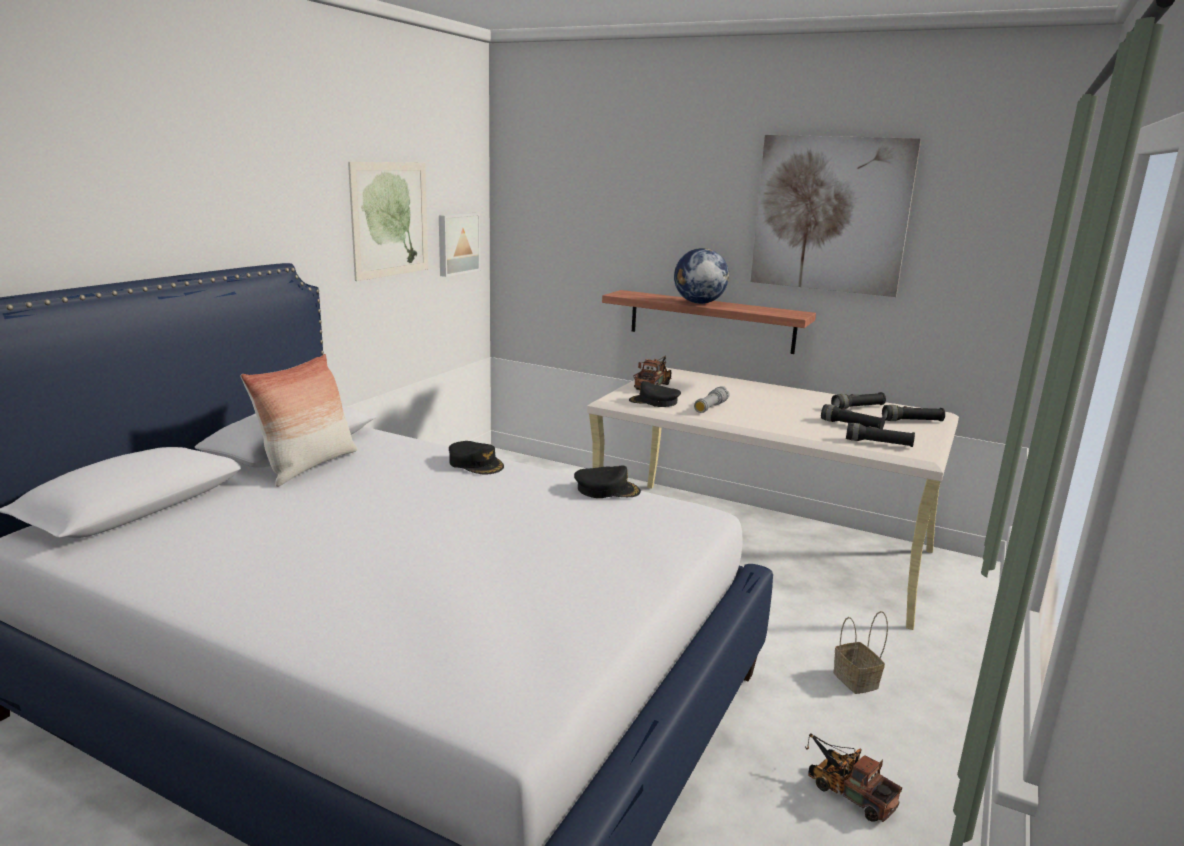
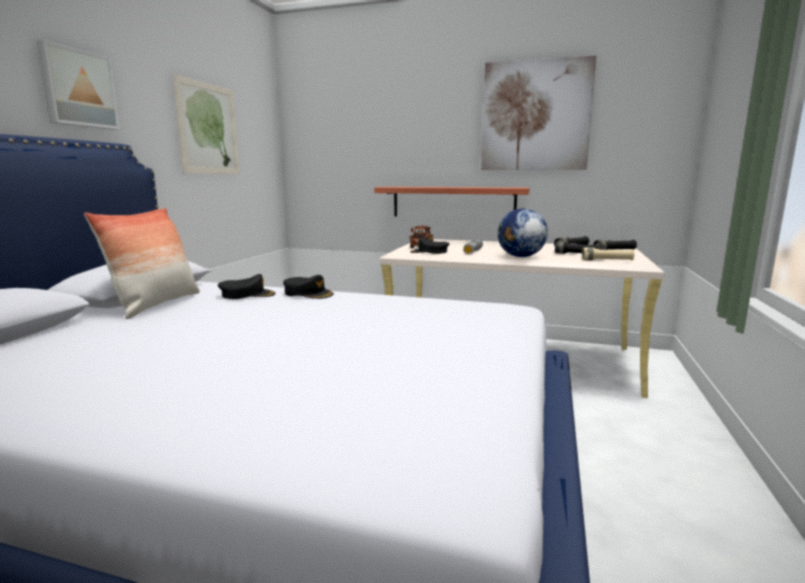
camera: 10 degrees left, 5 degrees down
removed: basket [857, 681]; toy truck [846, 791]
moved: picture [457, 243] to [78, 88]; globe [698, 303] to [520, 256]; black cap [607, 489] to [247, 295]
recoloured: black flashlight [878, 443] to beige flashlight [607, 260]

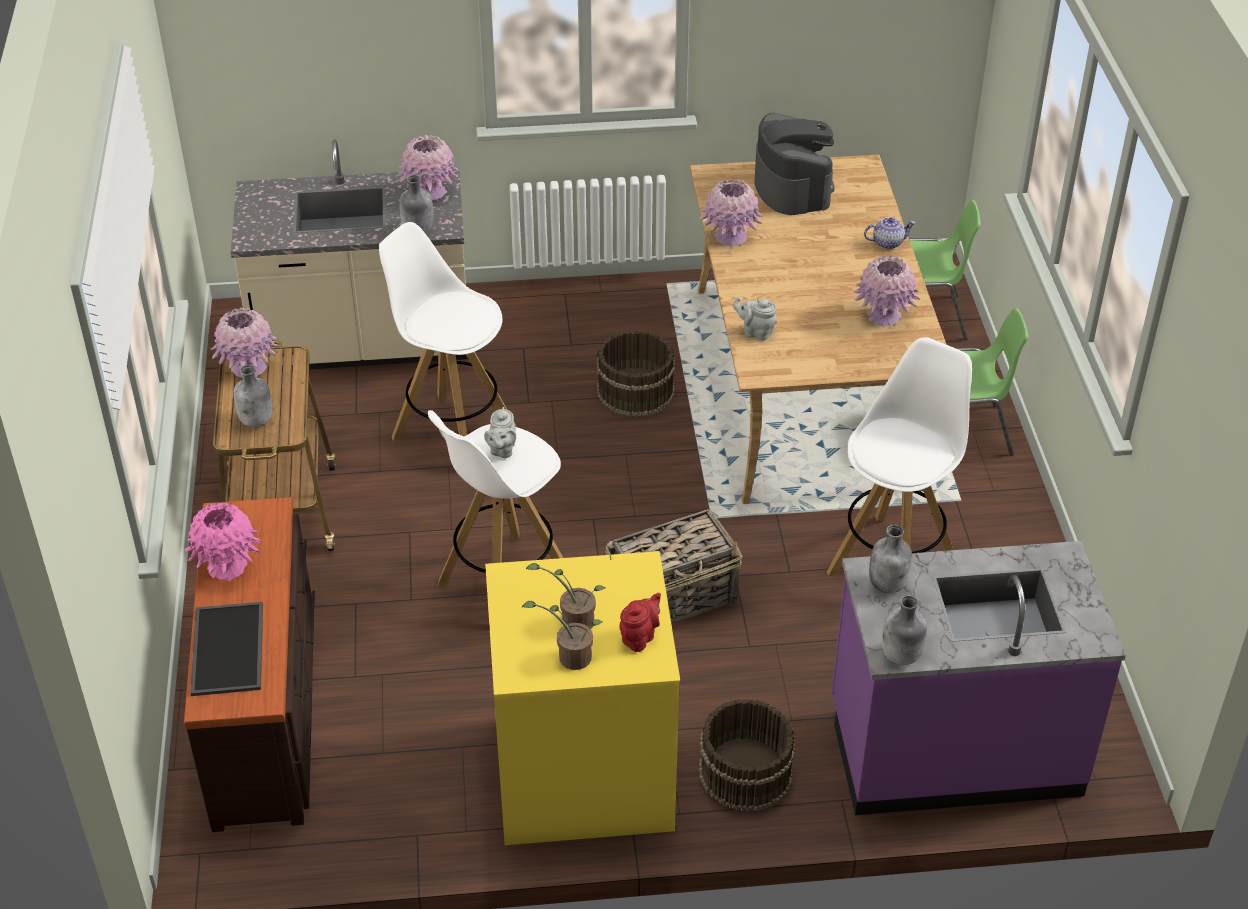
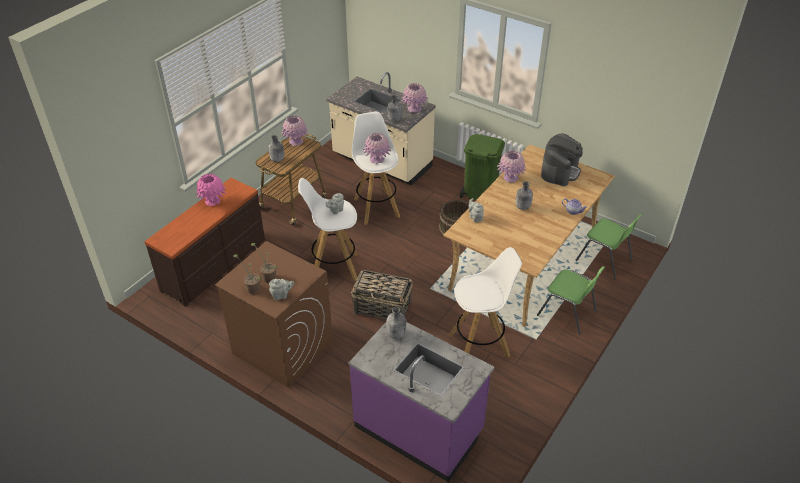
camera: 40 degrees right, 0 degrees up
removed: tray [226, 648]; brown bucket [744, 773]
added: green trash can [479, 193]
moved: pink vase [883, 316] to [377, 159]; grey bottle [901, 656] to [522, 207]
recoloured: yellow washing machine [581, 774] to brown washing machine [282, 347]; red teapot [640, 637] to grey teapot [281, 295]

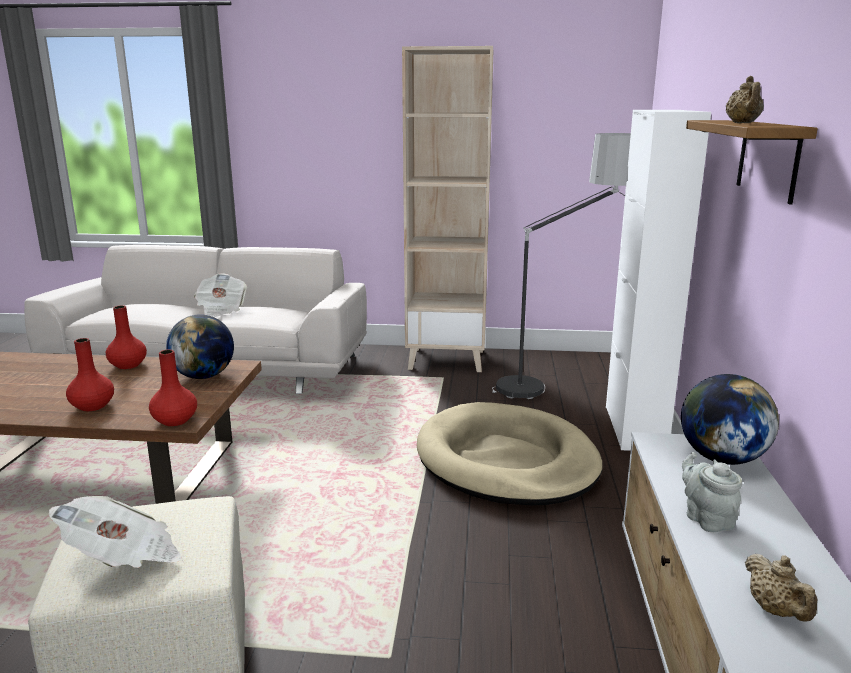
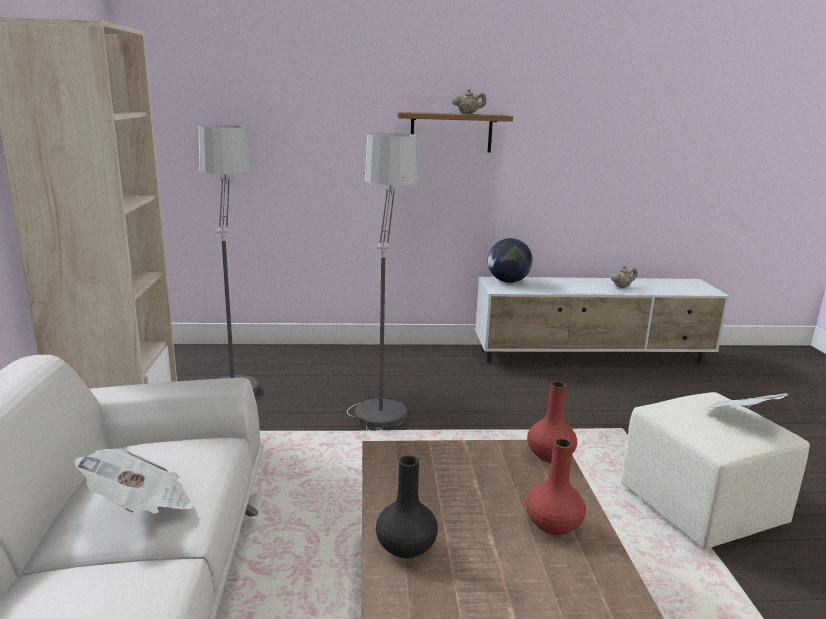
camera: 100 degrees left, 0 degrees up
removed: white cabinet [634, 428]; globe [204, 376]; grey teapot [706, 518]
replaced: beige dog bed [506, 461] to floor lamp [382, 398]
recoloured: red vase [128, 365] to black vase [406, 546]

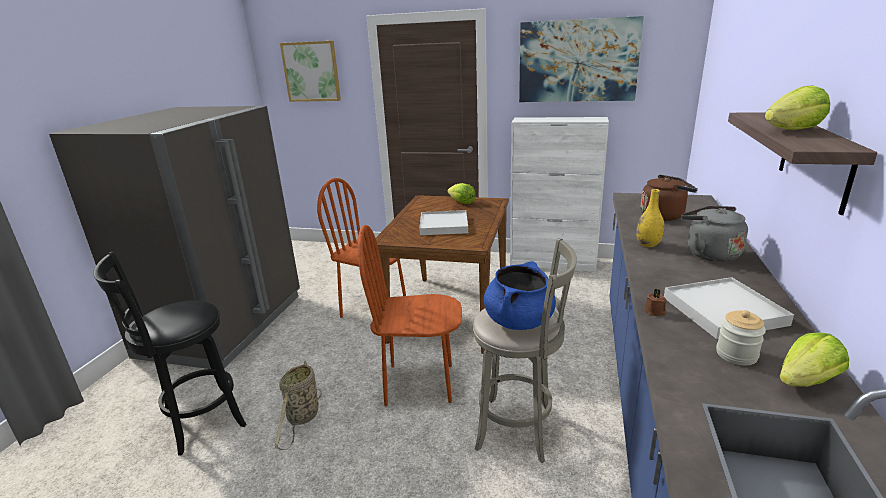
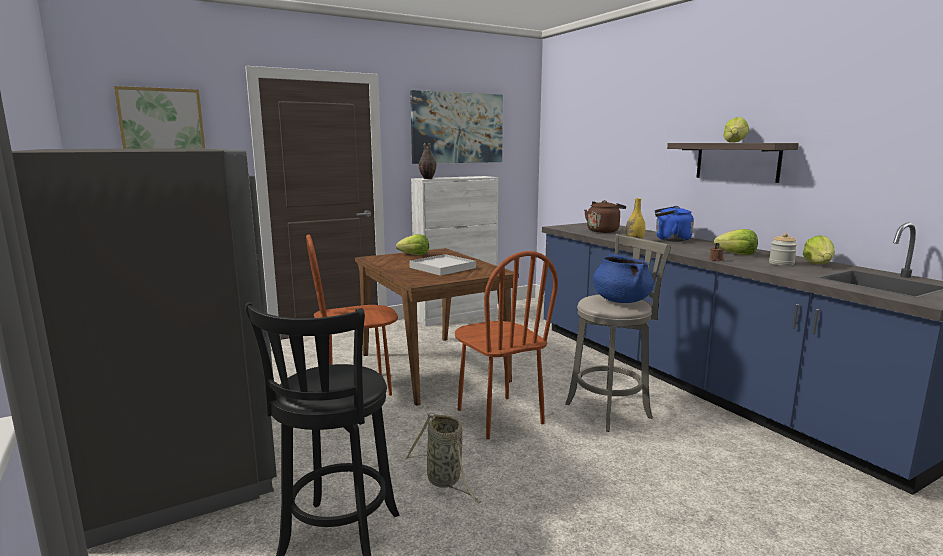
camera: 45 degrees left, 10 degrees down
added: vase [427, 179]
replaced: white tray [723, 311] to lettuce [737, 254]
recoloured: grey kettle [709, 253] to blue kettle [670, 239]
turned: brown chair [419, 383] = [499, 416] 75 degrees counterclockwise

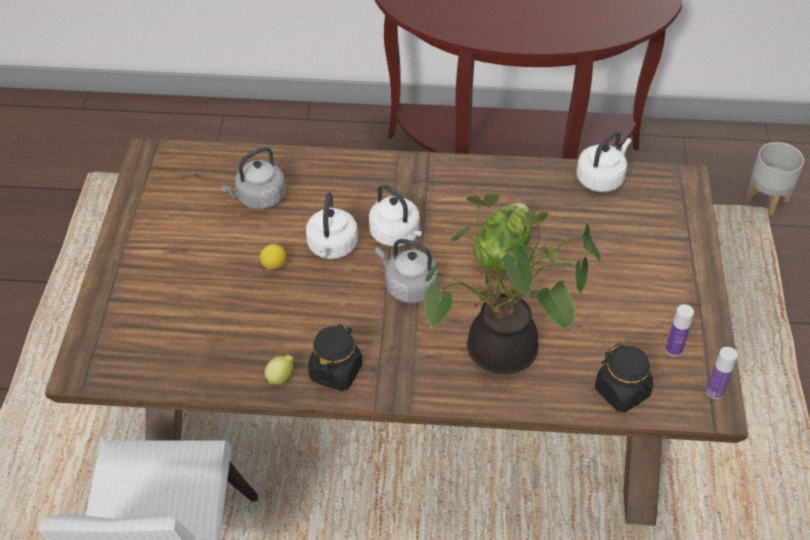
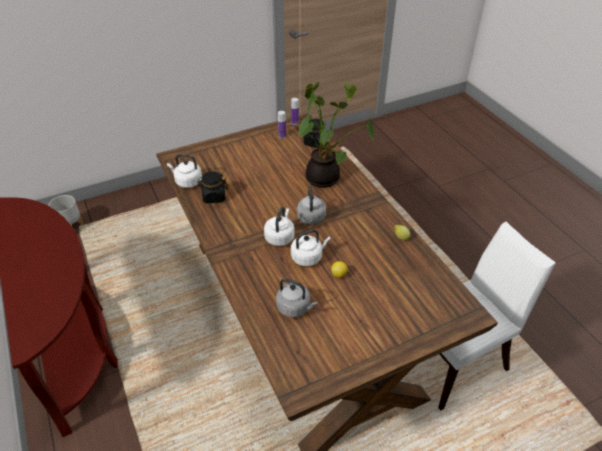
camera: 120 degrees left, 5 degrees down
removed: lettuce [502, 252]
moved: black jar [336, 371] to [214, 197]

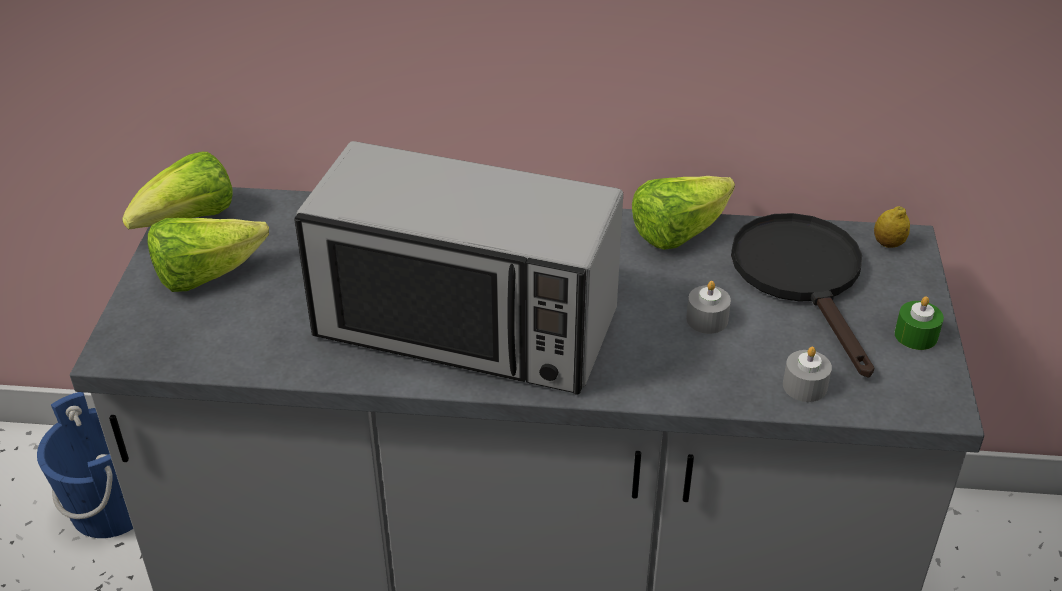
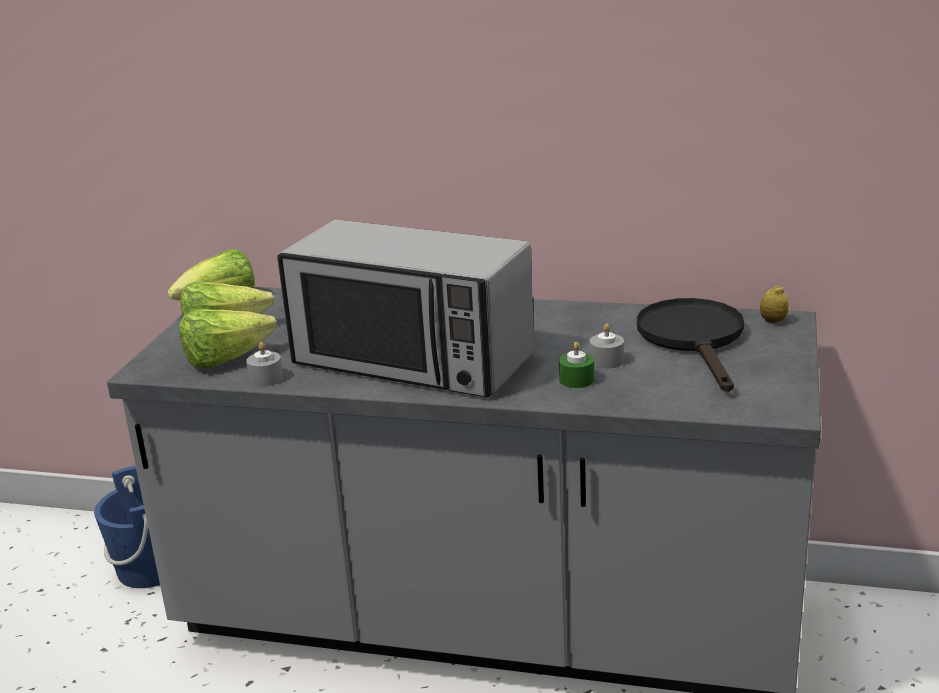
camera: 10 degrees right, 15 degrees down
moved: lettuce [678, 232] to [225, 360]; green candle [916, 335] to [576, 380]; grey candle [804, 386] to [266, 378]

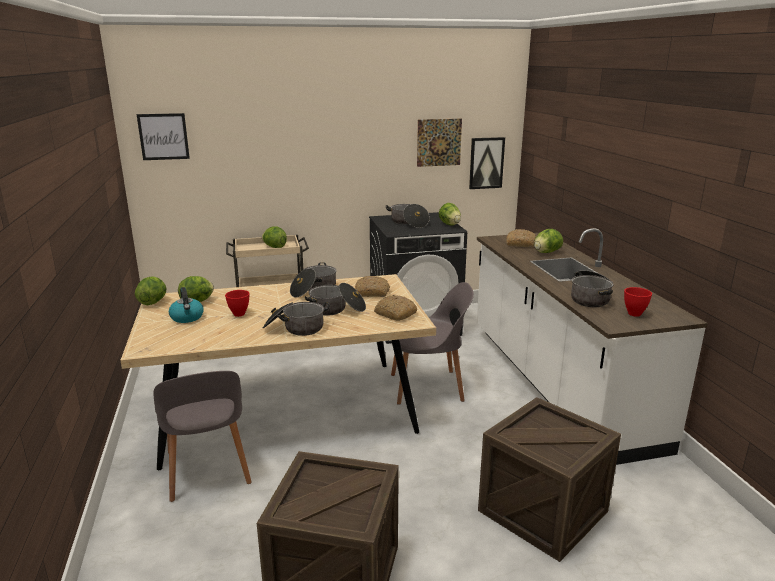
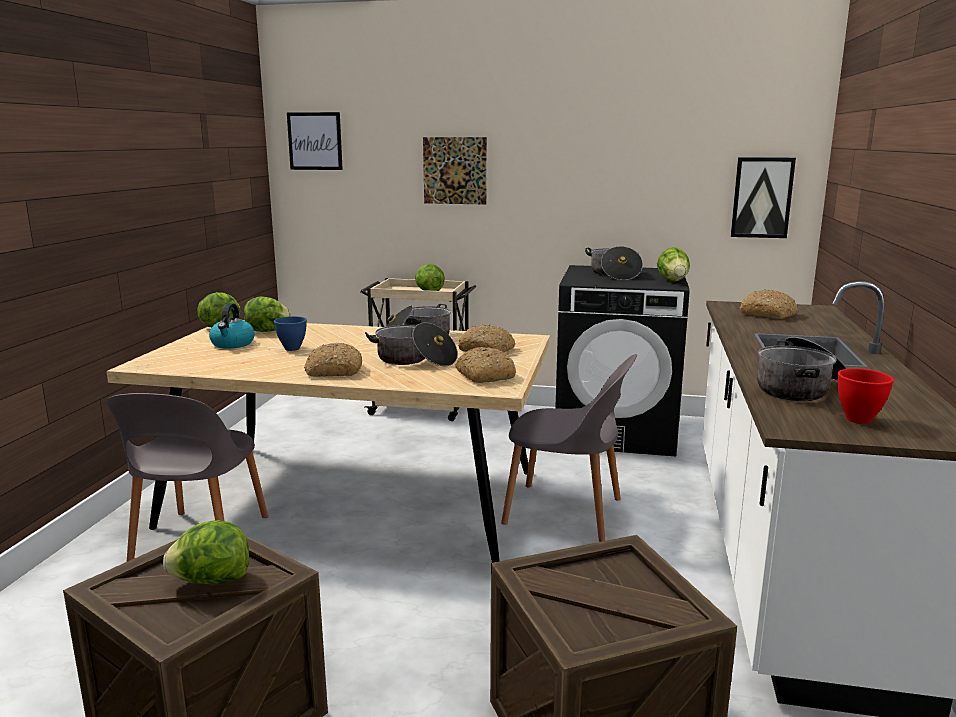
camera: 25 degrees right, 5 degrees down
moved: picture [439, 142] to [455, 170]; lettuce [546, 252] to [211, 581]
replaced: cooking pot [295, 328] to bread [334, 371]
recoloured: red bowl [238, 314] to blue bowl [291, 348]

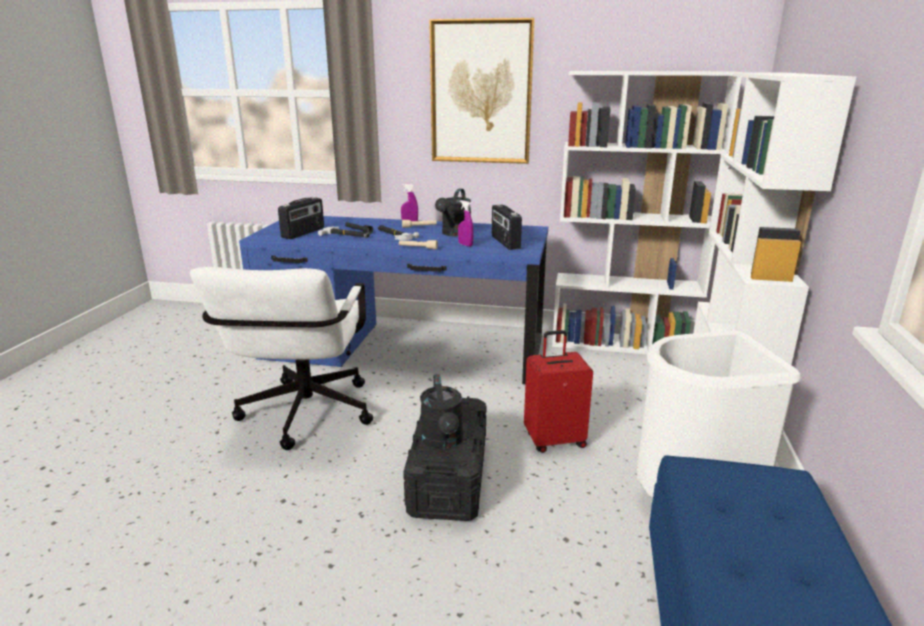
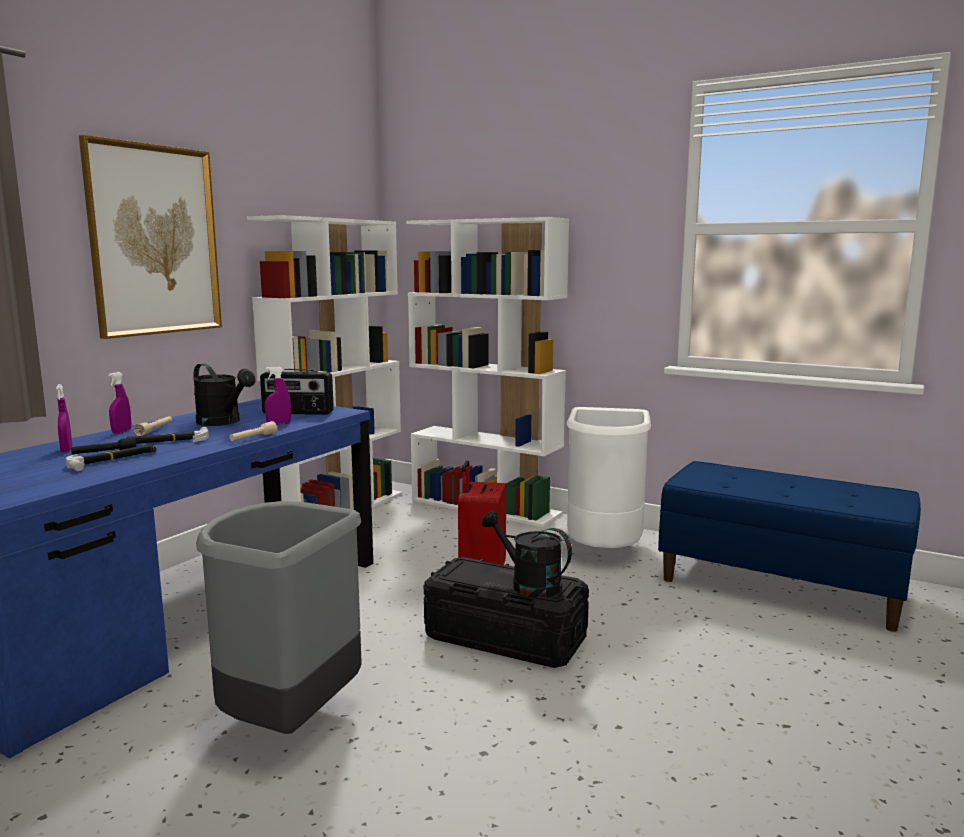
camera: 70 degrees left, 10 degrees down
removed: radio [304, 233]
added: purple spray bottle [66, 450]
replaced: white office chair [303, 418] to grey trash can [288, 721]
turned: black watering can [443, 442] = [528, 584] 150 degrees counterclockwise

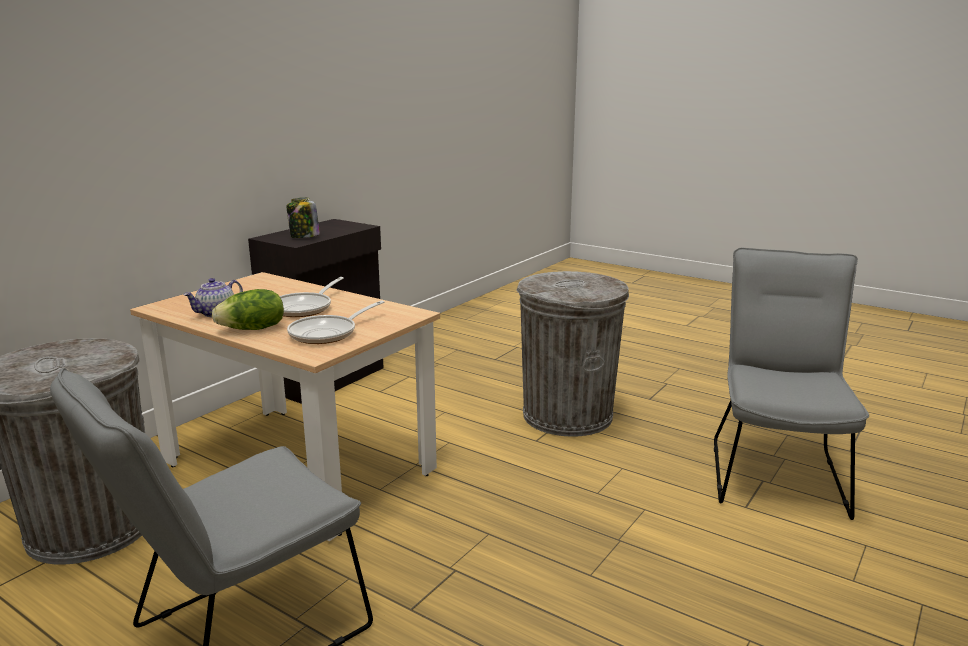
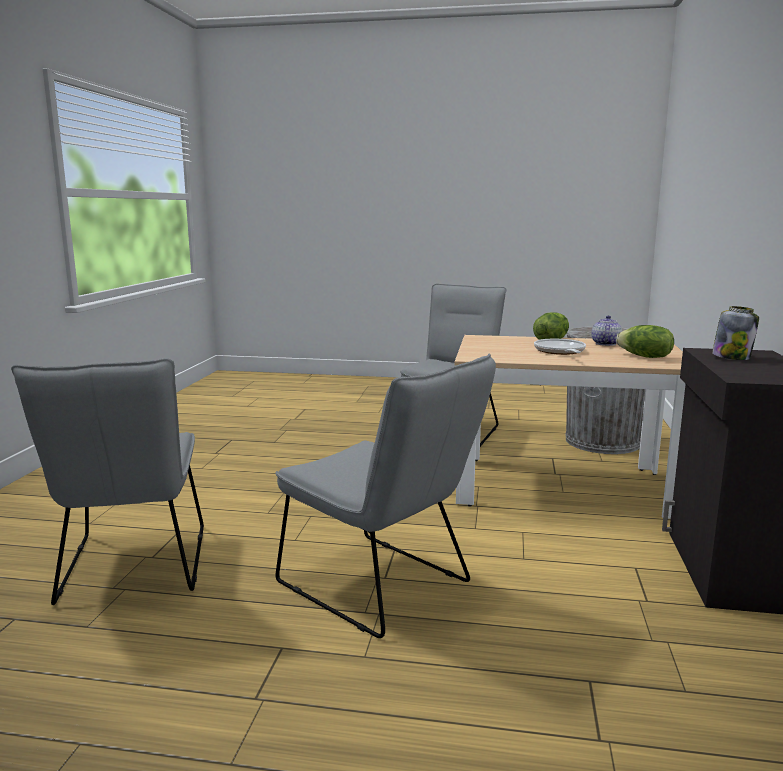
camera: 155 degrees right, 5 degrees down
removed: frying pan [328, 333]
added: lettuce [644, 357]
replaced: grey trash can [567, 415] to grey chair [382, 587]

